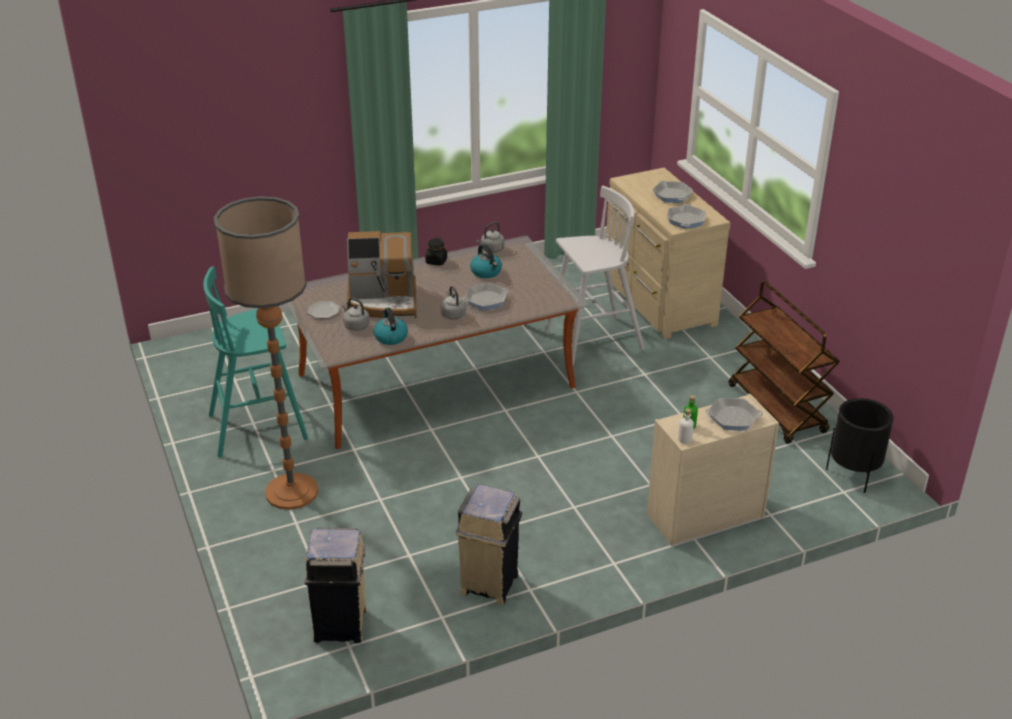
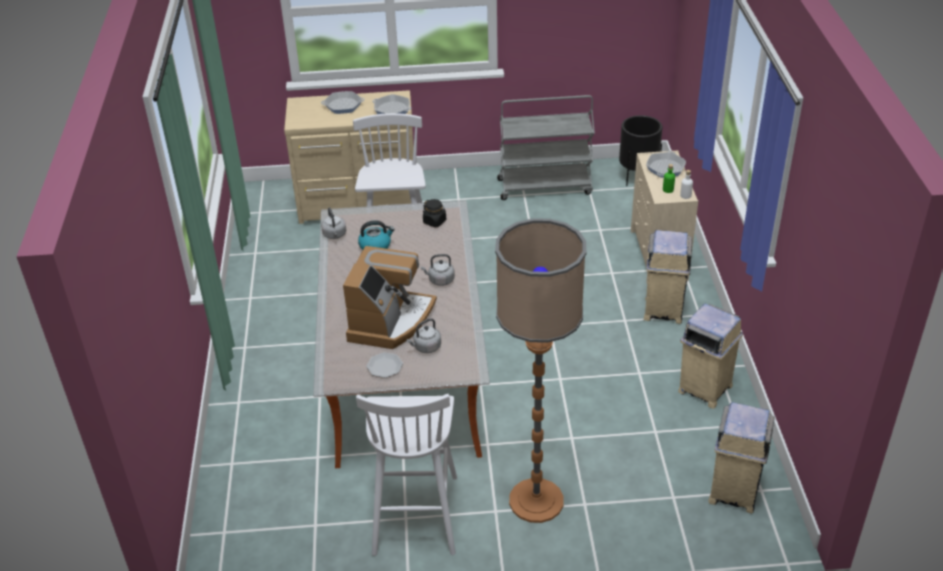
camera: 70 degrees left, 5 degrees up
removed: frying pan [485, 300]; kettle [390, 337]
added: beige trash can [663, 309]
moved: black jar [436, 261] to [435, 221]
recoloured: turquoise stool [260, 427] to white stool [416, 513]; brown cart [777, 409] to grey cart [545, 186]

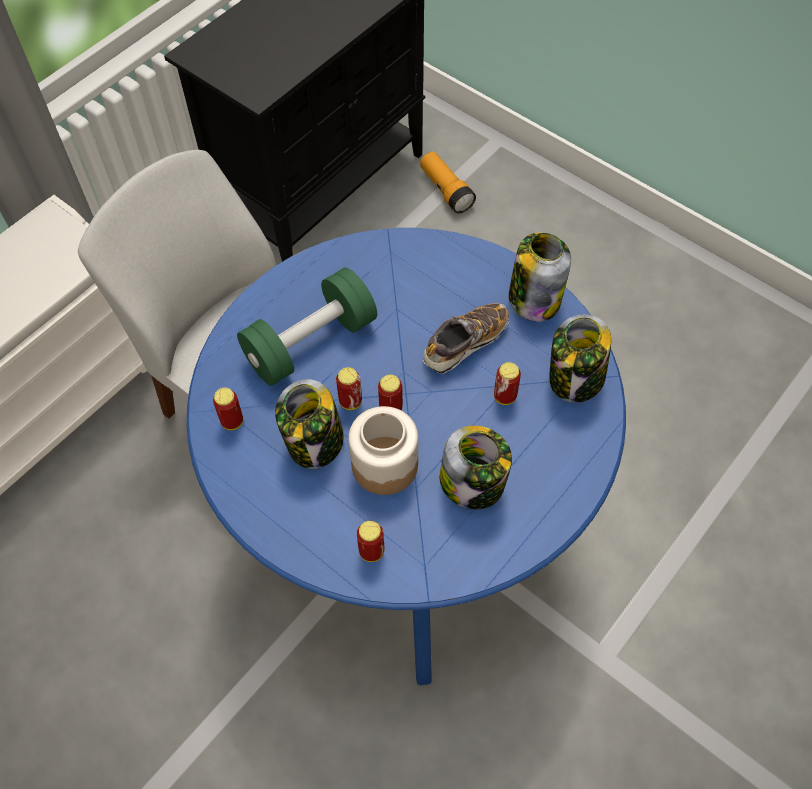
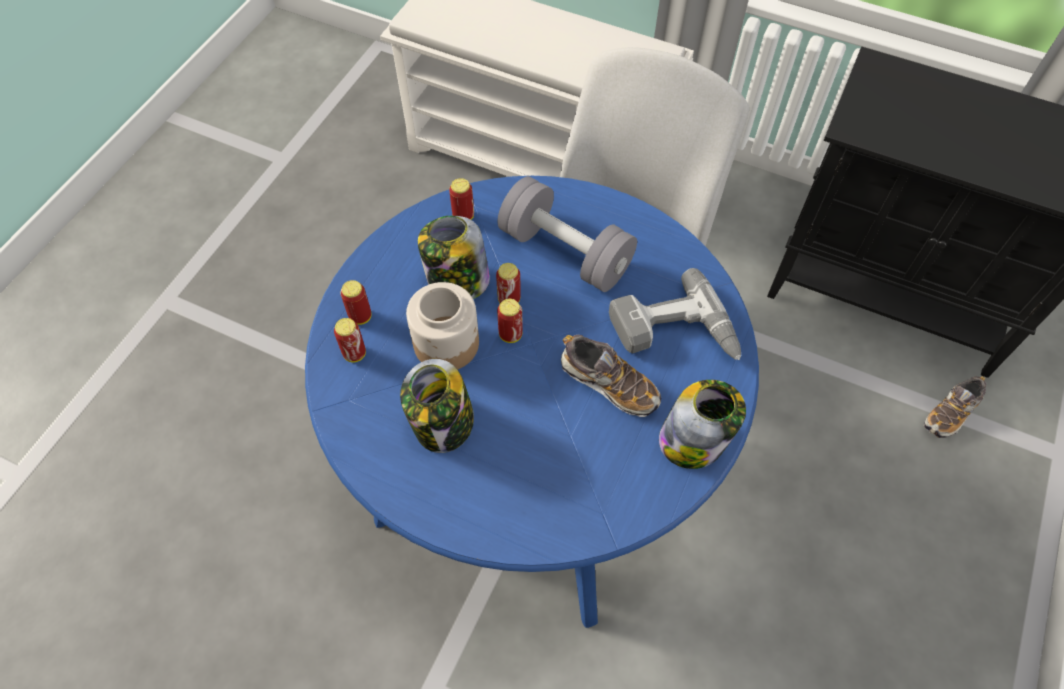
camera: 75 degrees right, 0 degrees up
removed: jar [575, 379]
added: power drill [674, 334]
moved: can [505, 397] to [360, 316]
replaced: flashlight [446, 190] to shoe [950, 413]
recoloured: green dumbbell [311, 343] to grey dumbbell [565, 252]

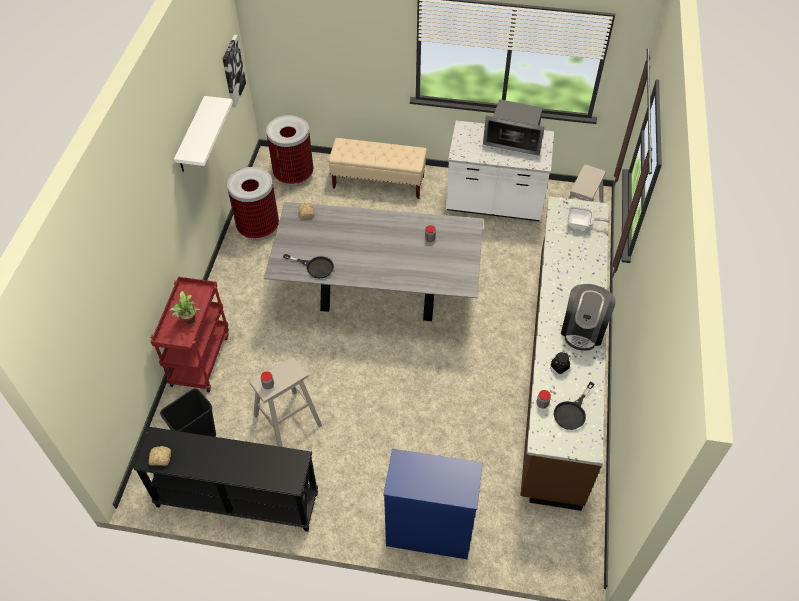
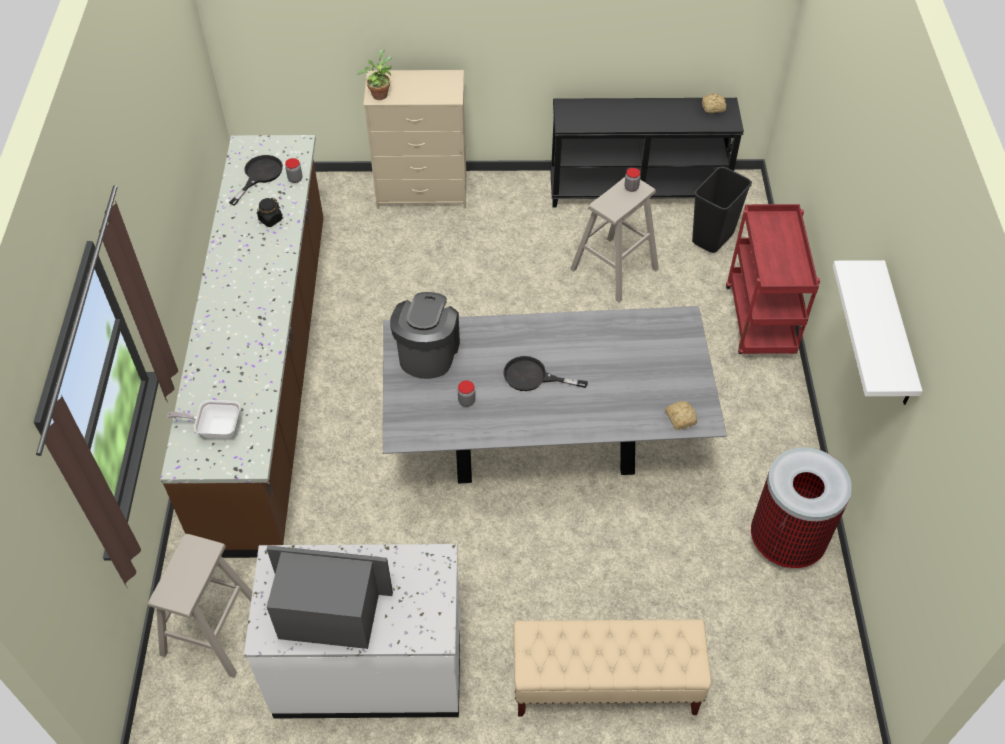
camera: 170 degrees right, 0 degrees up
removed: picture [232, 71]; trash can [293, 175]
moved: black frying pan [315, 267] to [533, 377]; coffee machine [583, 329] to [427, 352]; potted plant [189, 321] to [379, 94]
recoloured: blue dresser [428, 531] to beige dresser [423, 191]

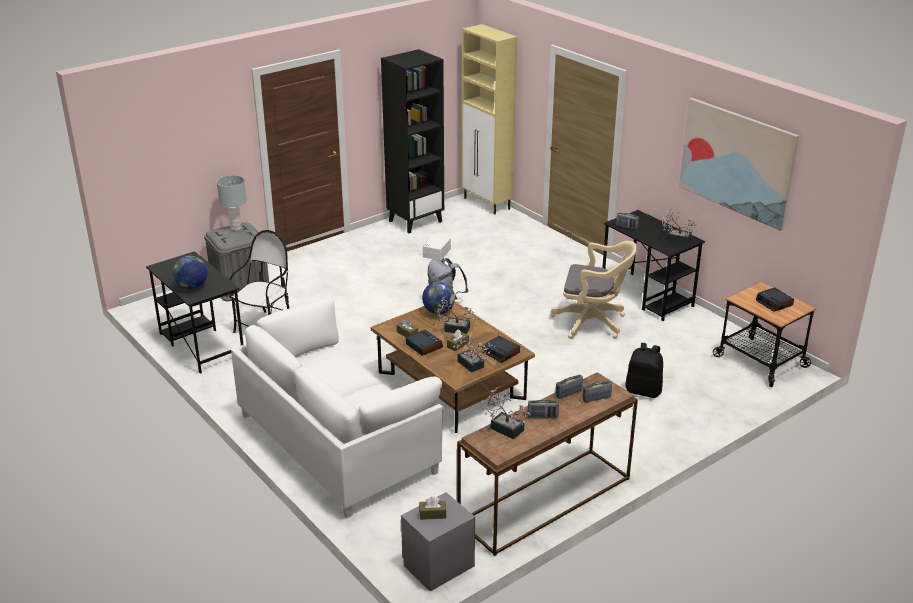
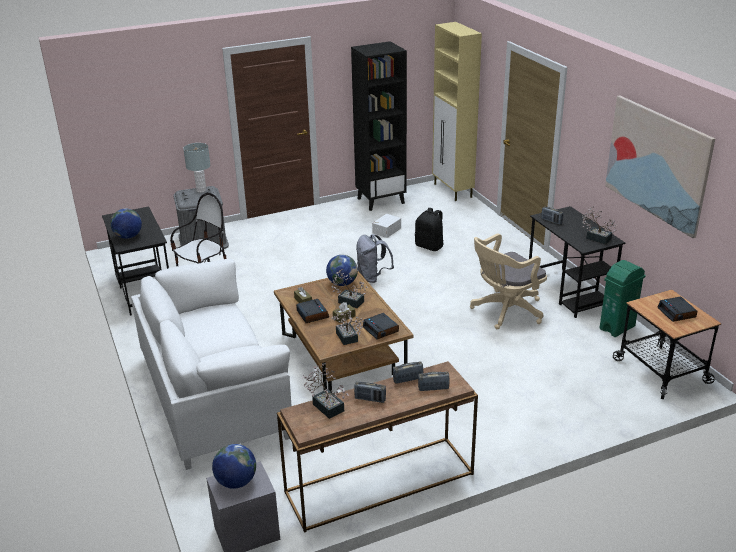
camera: 15 degrees right, 0 degrees up
added: green trash can [617, 327]
moved: black backpack [643, 391] to [429, 246]
replaced: brown tissue box [432, 514] to globe [236, 482]
turned: beige office chair [593, 323] = [504, 311] 120 degrees clockwise

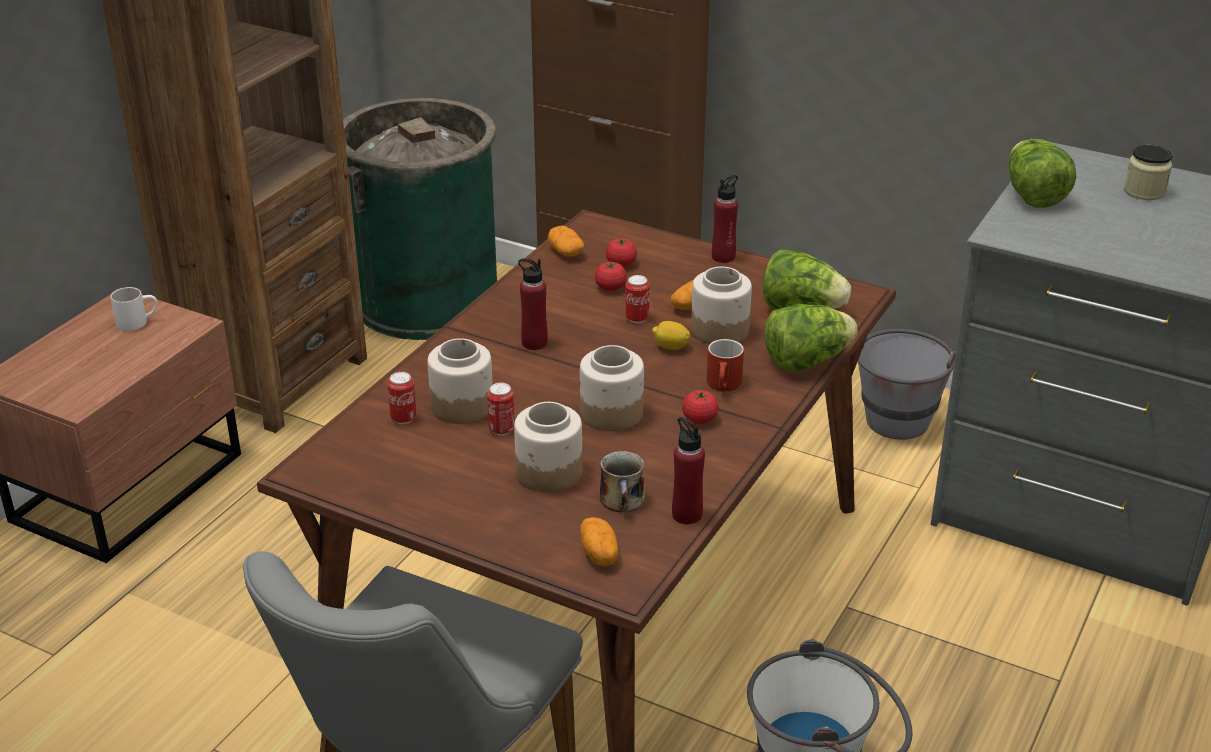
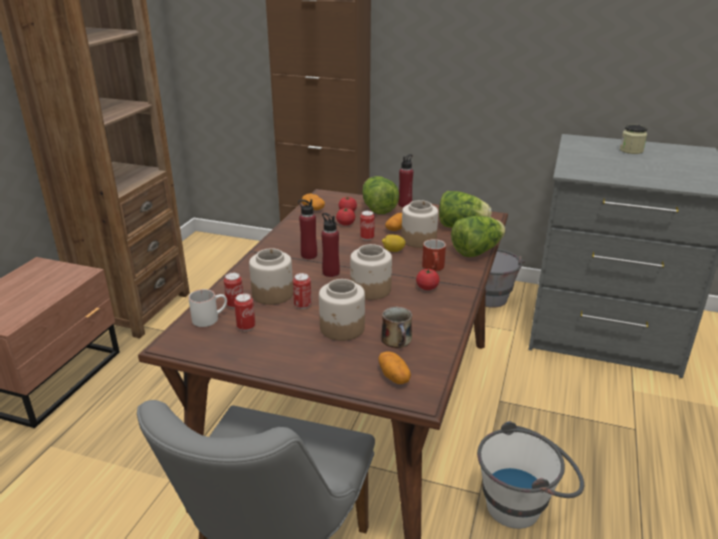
camera: 10 degrees left, 5 degrees down
removed: green trash can [427, 301]
added: can [246, 327]
moved: lettuce [1033, 195] to [377, 208]; white mug [138, 322] to [210, 318]; red bottle [687, 514] to [331, 272]

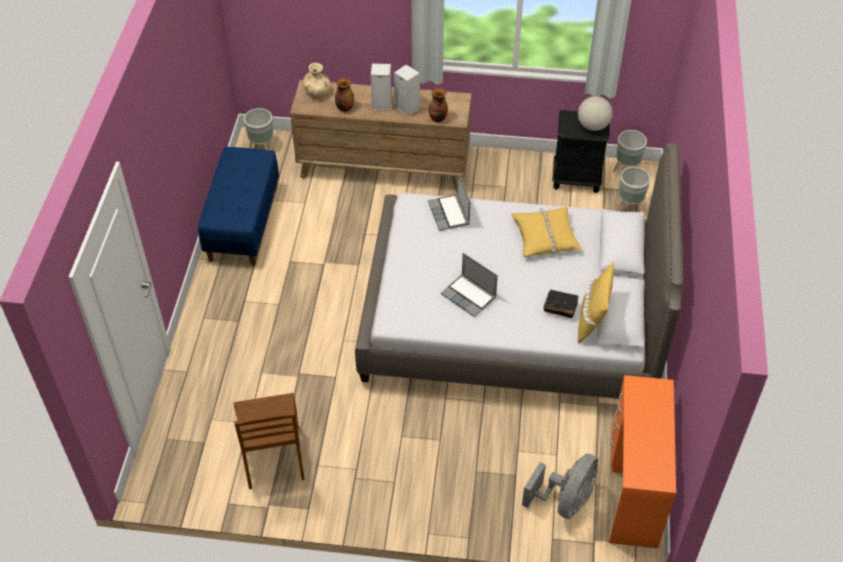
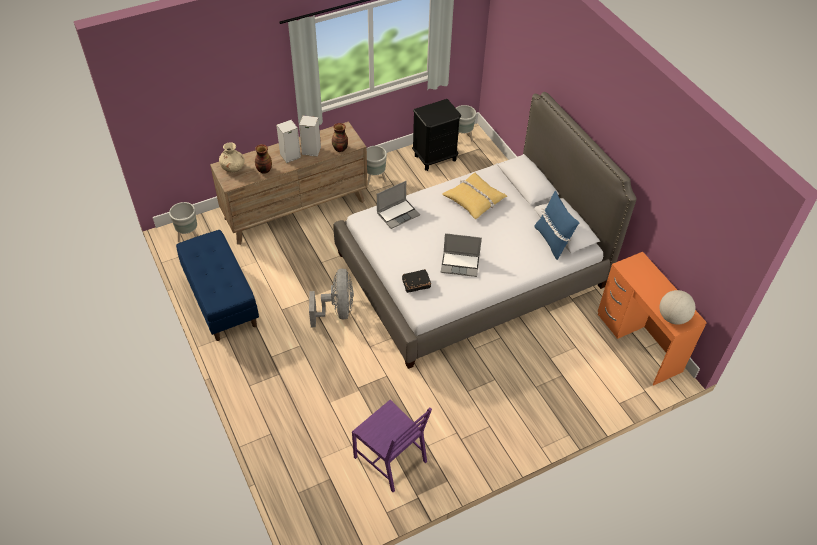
camera: 35 degrees left, 0 degrees up
moved: globe [593, 126] to [673, 317]; grey planter [629, 208] to [375, 179]; black book [559, 307] to [415, 284]; grey fan [565, 501] to [337, 311]
recoloured: yellow pillow [592, 321] to blue pillow [552, 241]; brown chair [273, 457] to purple chair [391, 459]
turned: laptop [449, 214] = [398, 214] 75 degrees counterclockwise

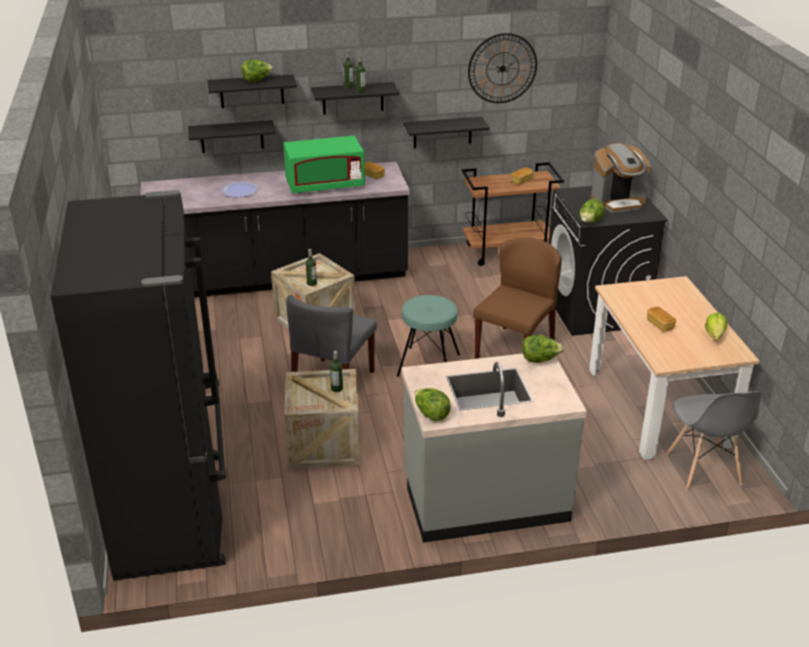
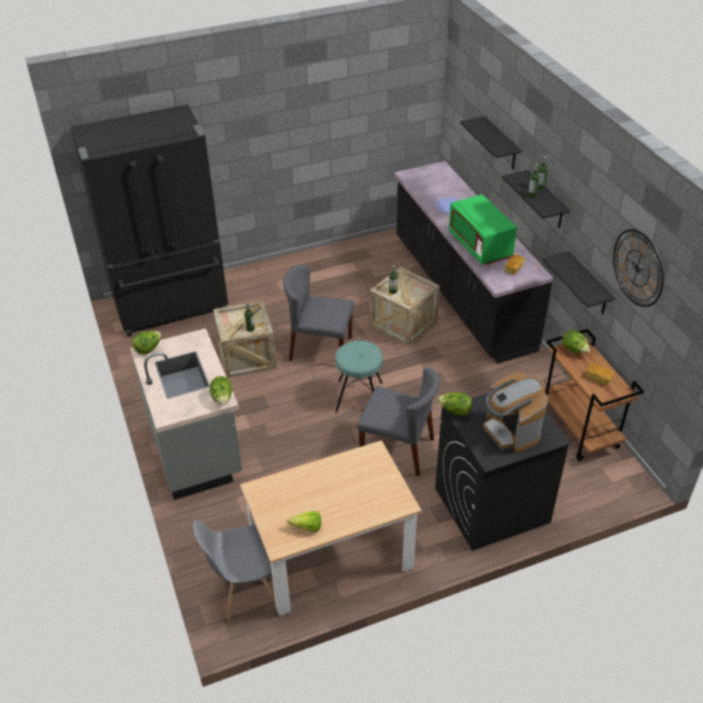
camera: 80 degrees right, 10 degrees up
removed: black shelf [232, 136]; bread [660, 325]
moved: lettuce [257, 80] to [574, 350]
recoloured: brown chair [514, 350] to grey chair [398, 449]

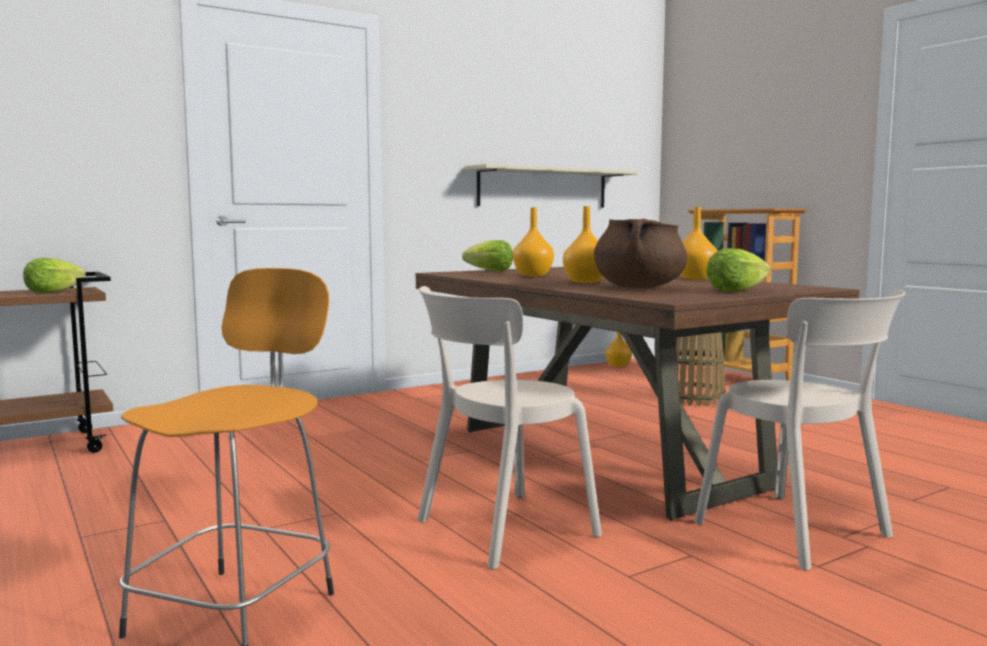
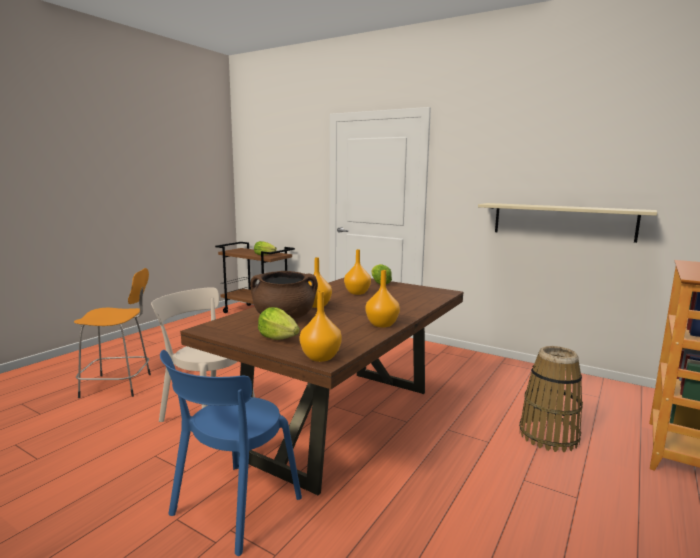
camera: 65 degrees right, 5 degrees up
moved: orange vase [618, 366] to [319, 357]
recoloured: beige chair [799, 532] to blue chair [232, 509]

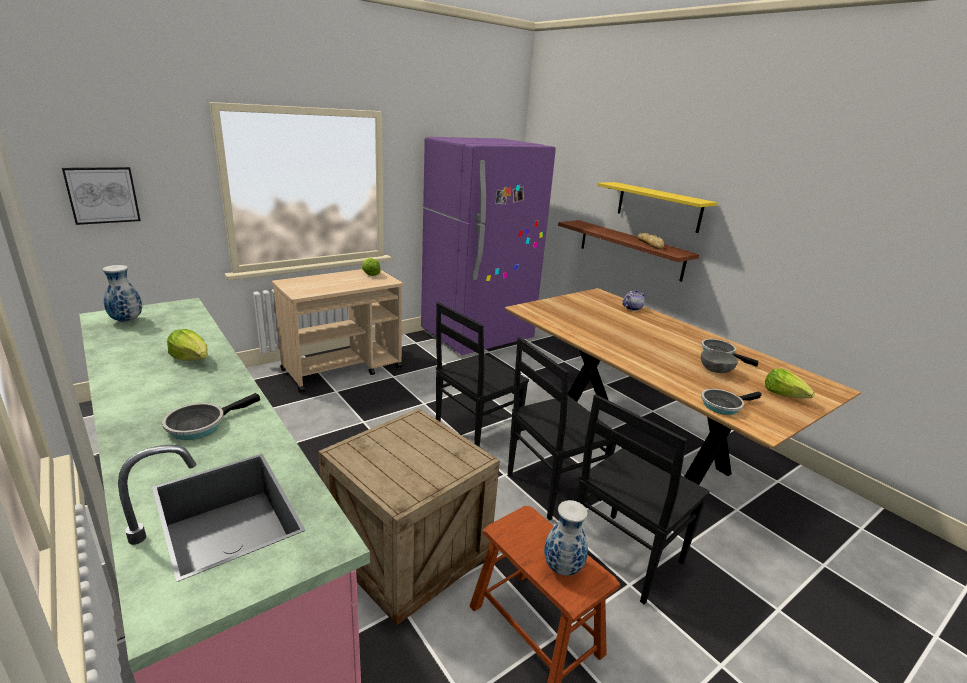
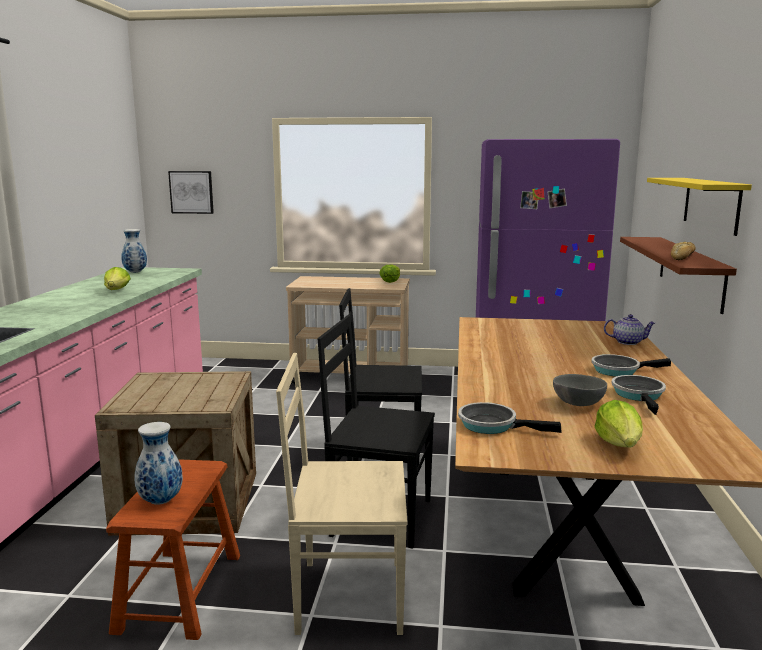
camera: 45 degrees right, 10 degrees down
moved: frying pan [200, 425] to [619, 370]
recoloured: black chair [624, 557] to beige chair [346, 596]

